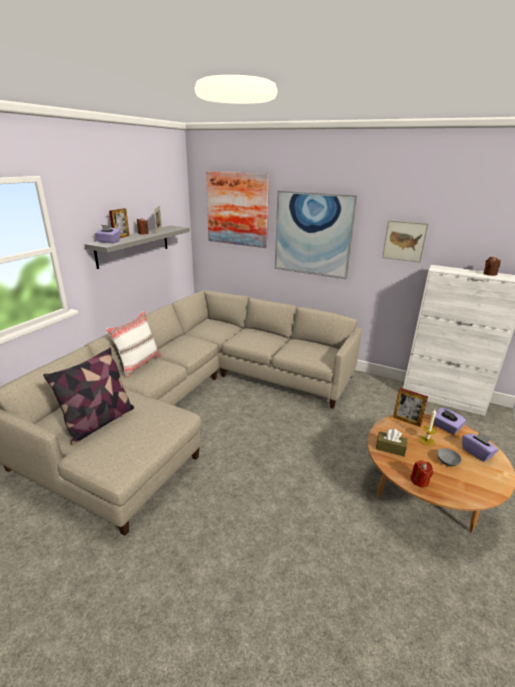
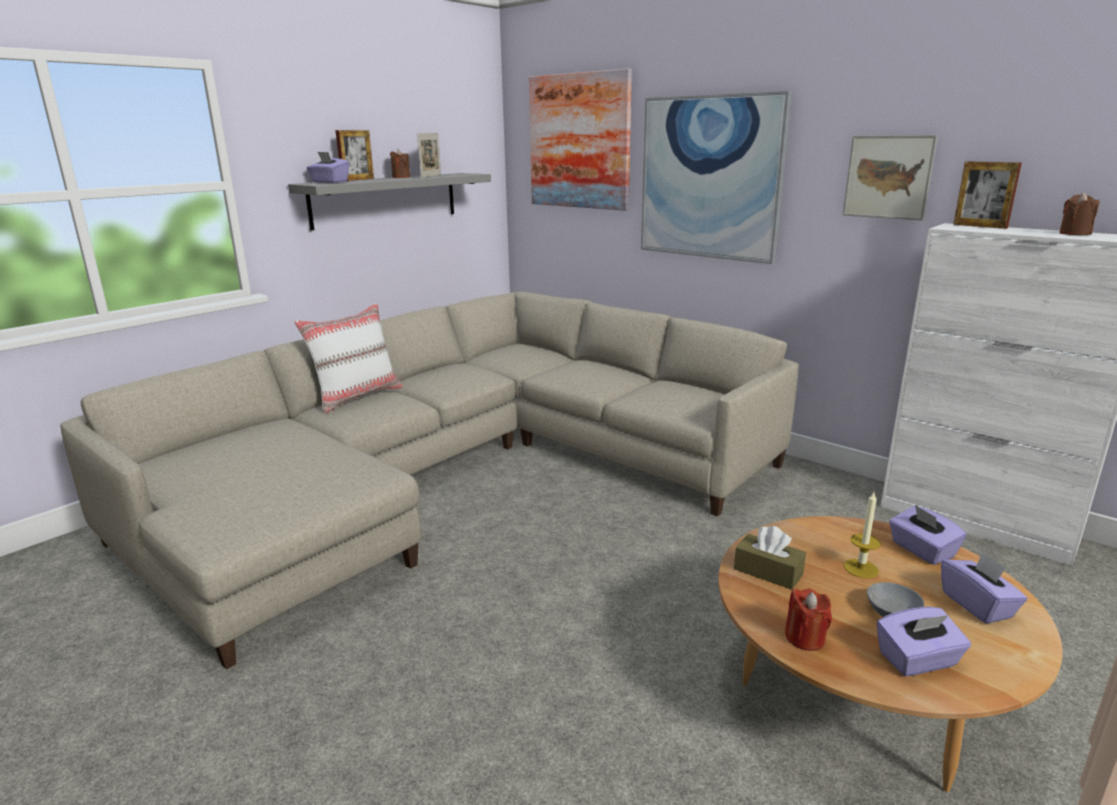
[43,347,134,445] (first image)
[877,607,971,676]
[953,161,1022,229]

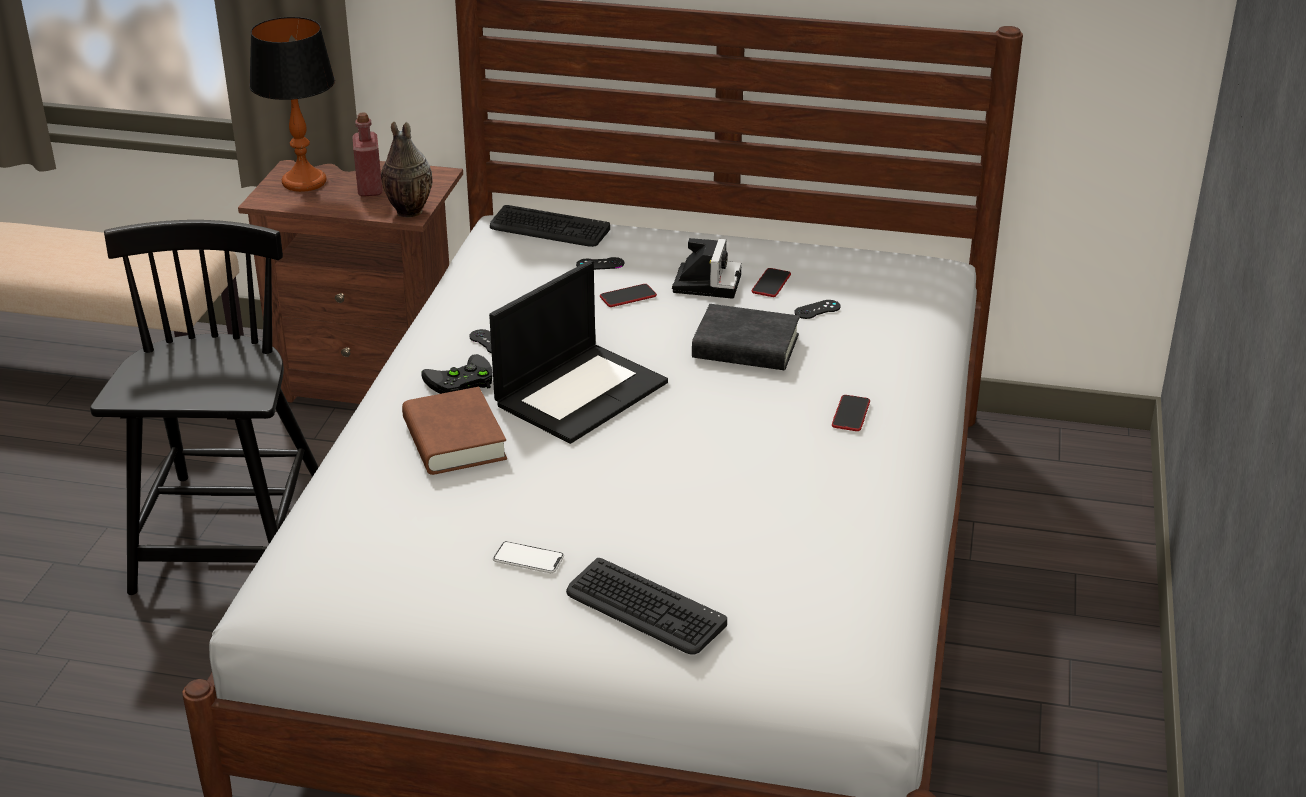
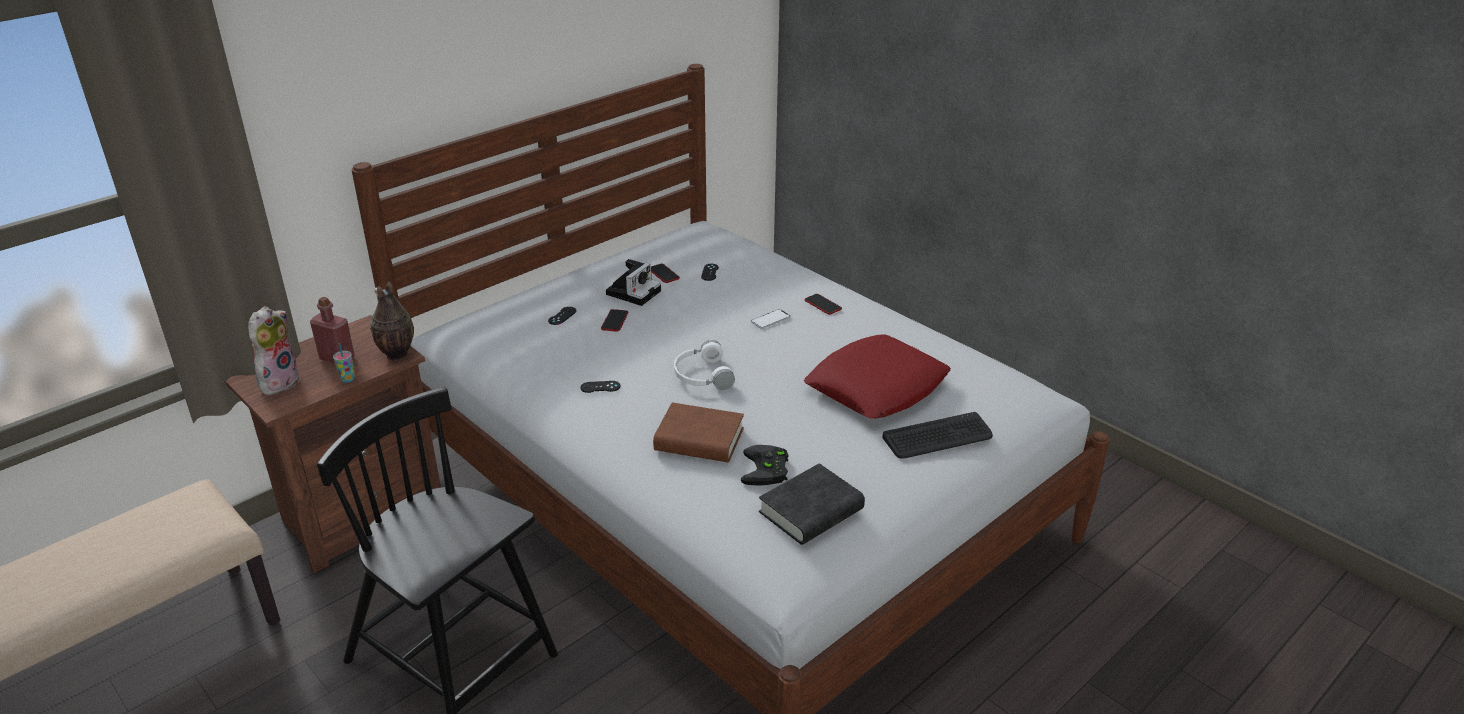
[490,205,610,247] (first image)
[333,343,355,383]
[804,334,951,419]
[741,445,789,485]
[751,309,791,329]
[759,463,865,545]
[248,306,300,397]
[674,340,735,390]
[606,259,661,306]

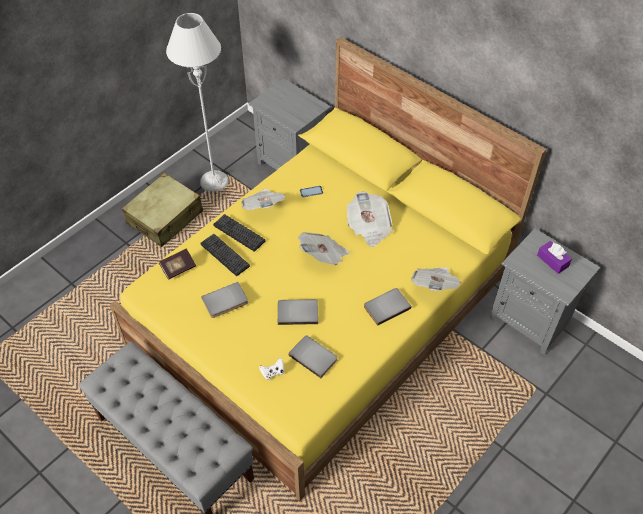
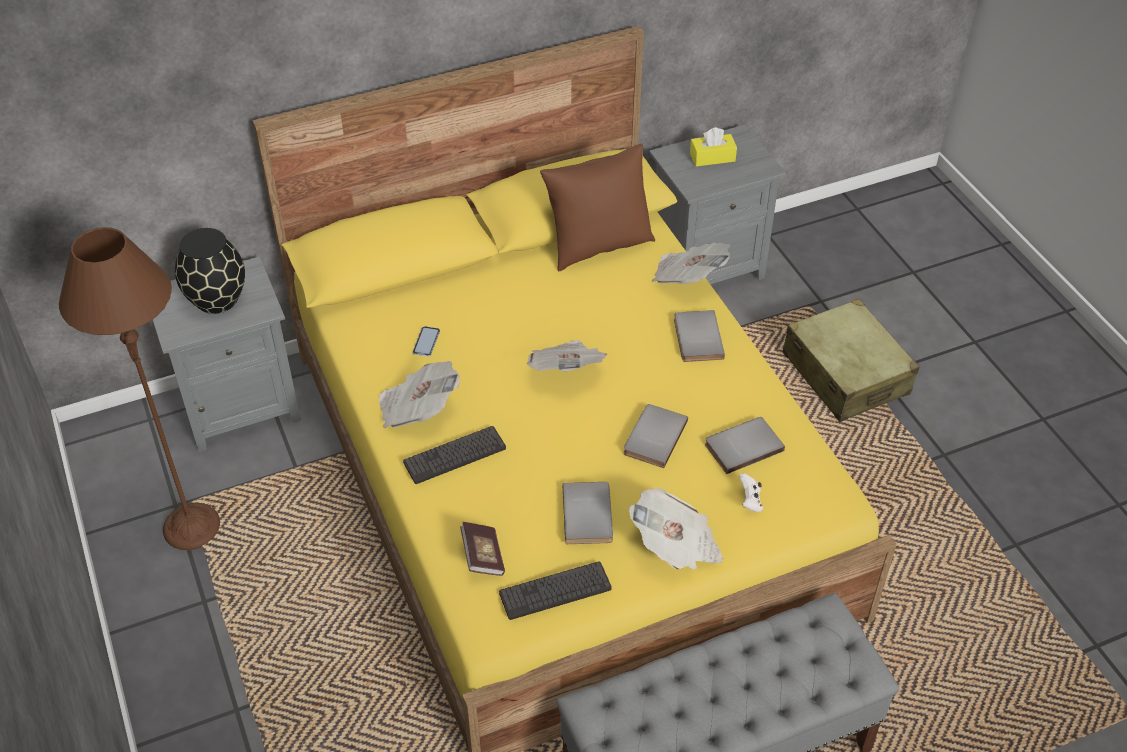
[175,228,245,314]
[540,144,655,271]
[783,299,920,422]
[499,561,612,620]
[629,488,723,570]
[59,227,220,550]
[690,127,737,167]

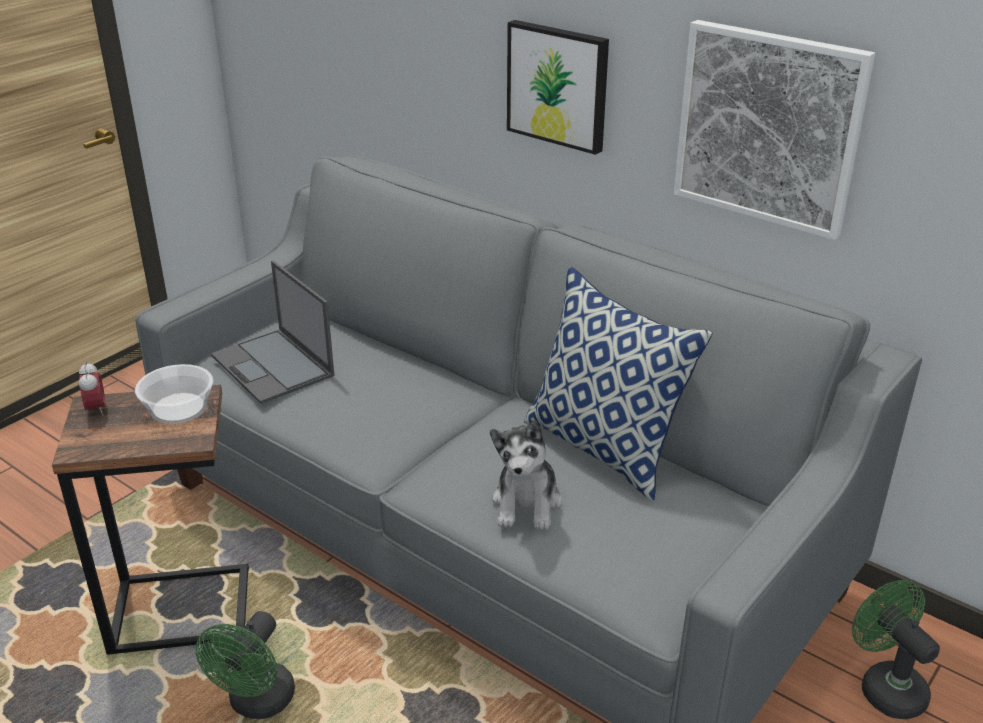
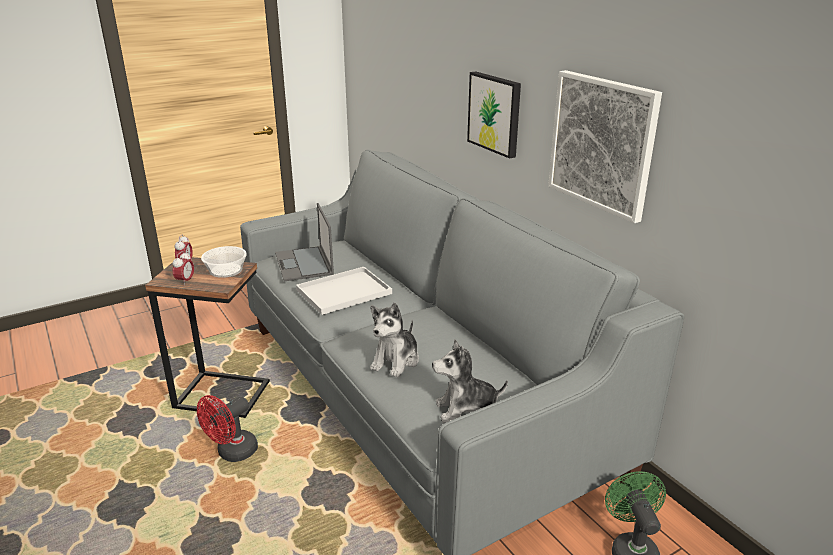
[524,267,712,501] (first image)
[173,251,194,286]
[296,267,392,315]
[432,340,508,423]
[197,395,258,462]

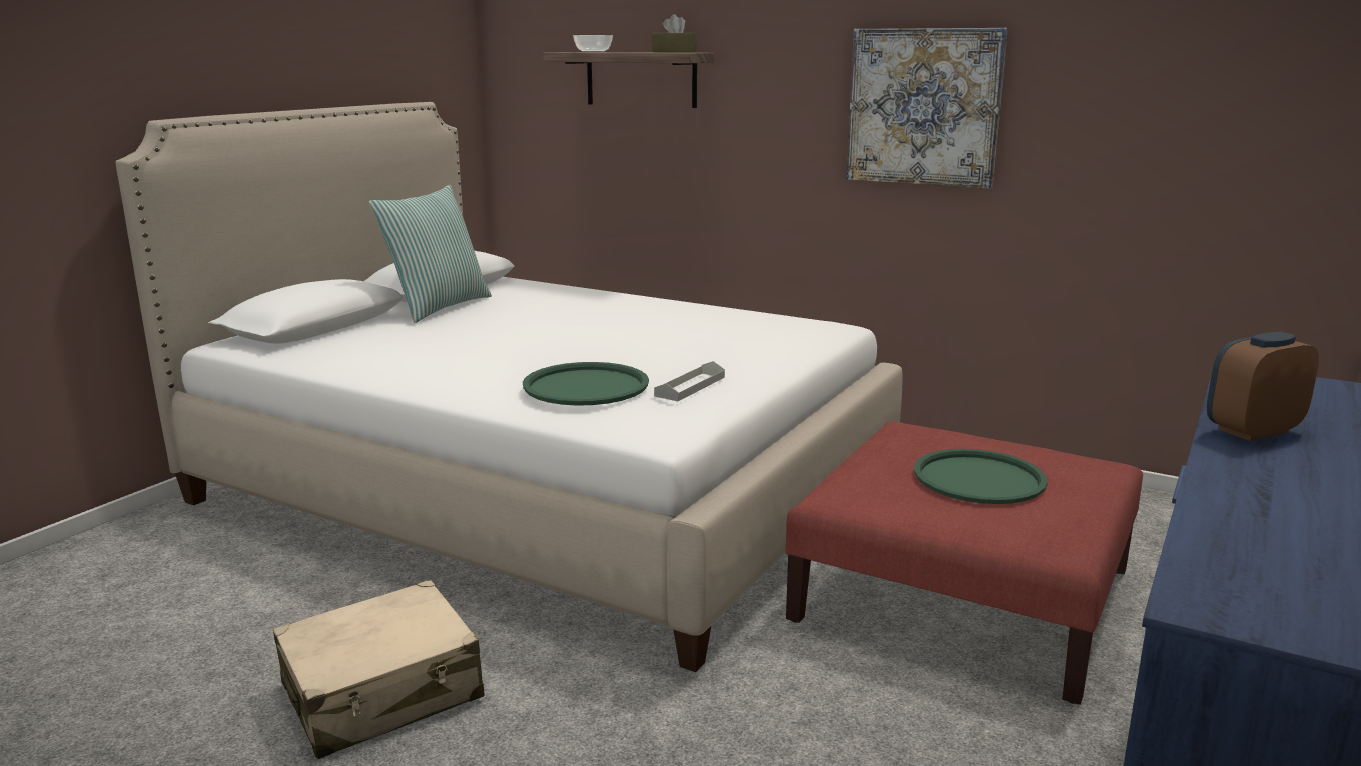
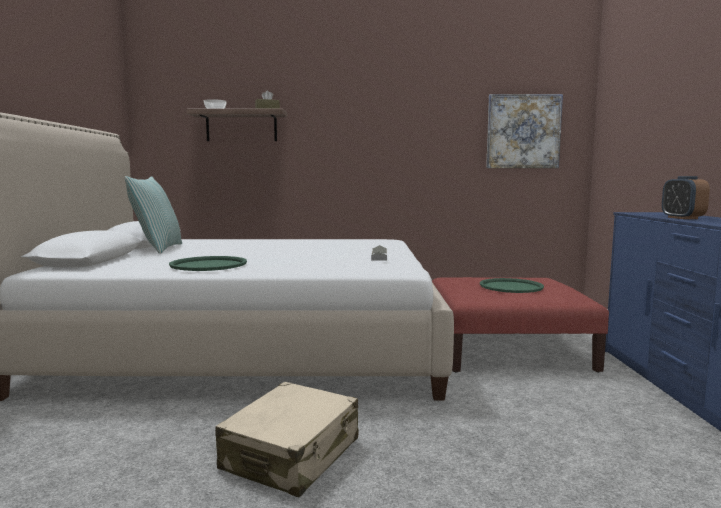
[169,256,247,271]
[486,94,563,168]
[662,176,710,219]

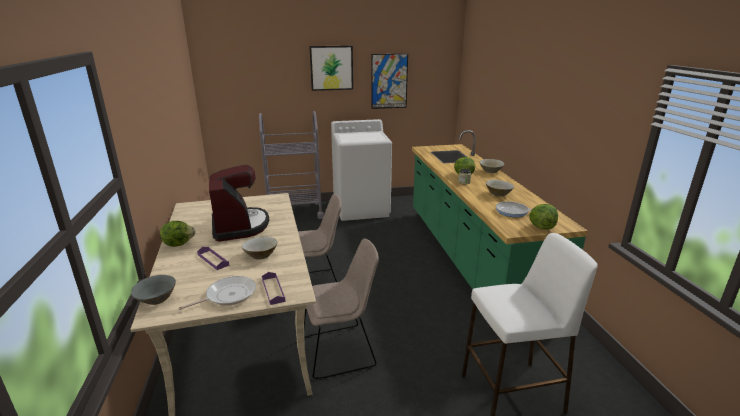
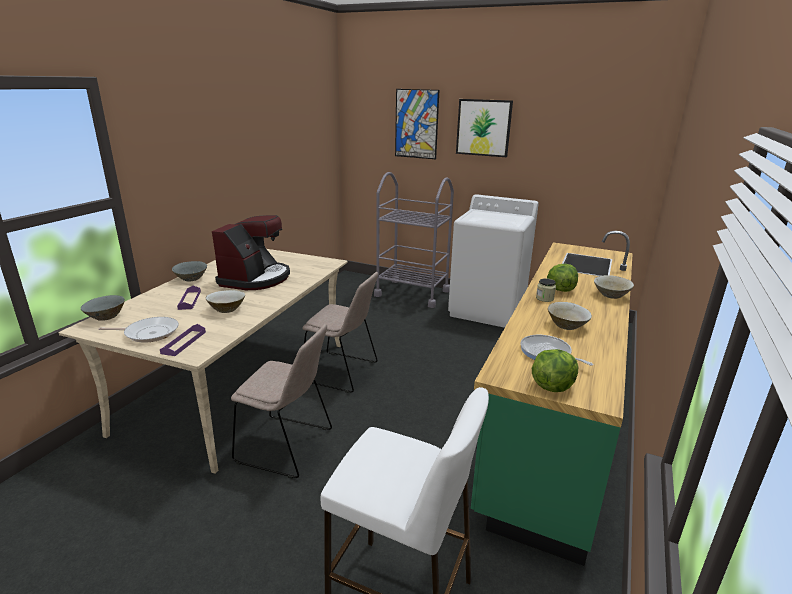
[395,89,439,159]
[172,261,207,281]

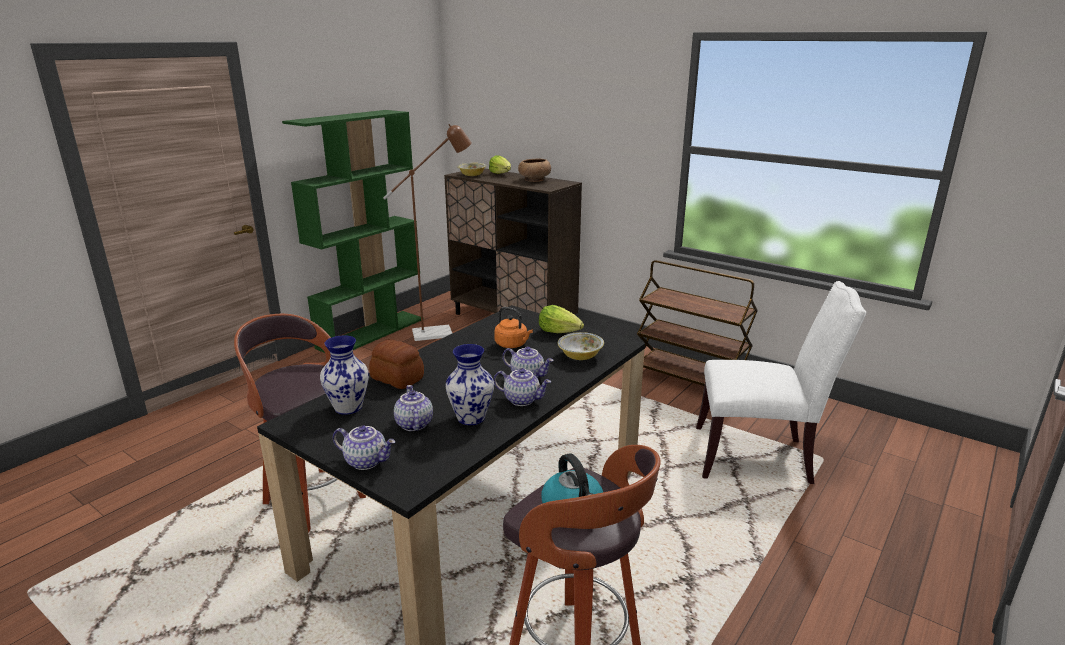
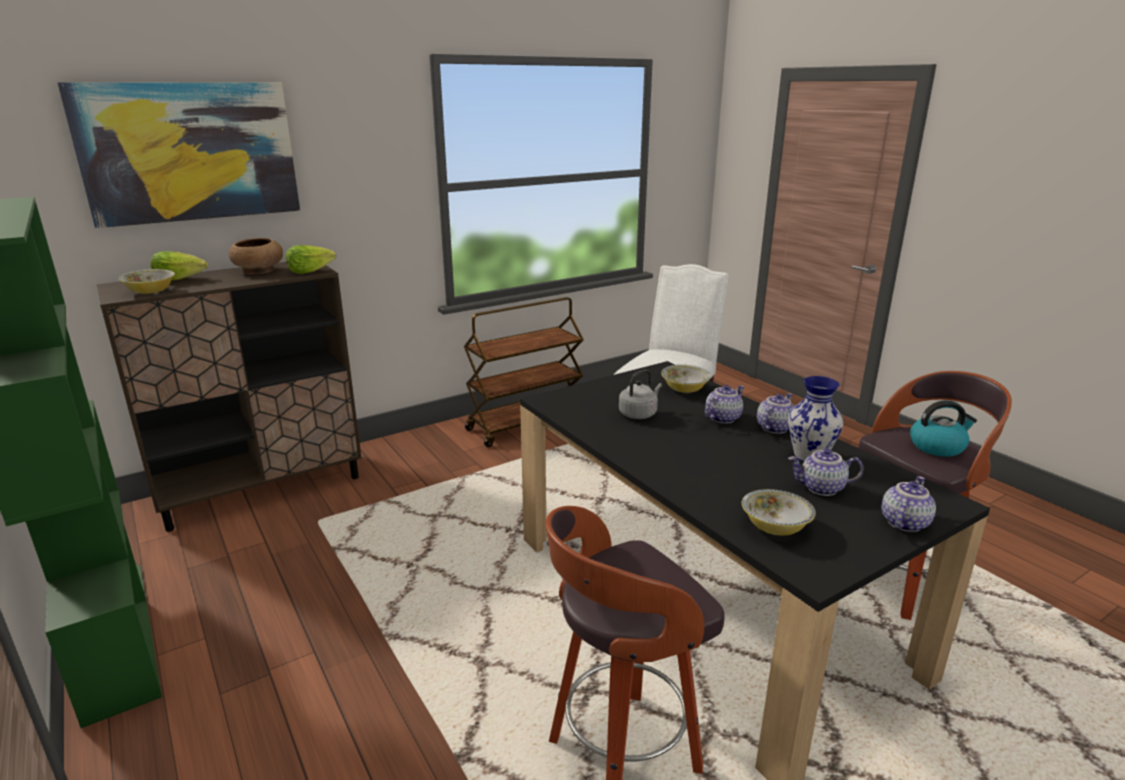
[369,339,424,389] (first image)
[383,124,472,341] (first image)
[58,82,300,228]
[286,245,336,274]
[742,489,816,535]
[619,370,662,419]

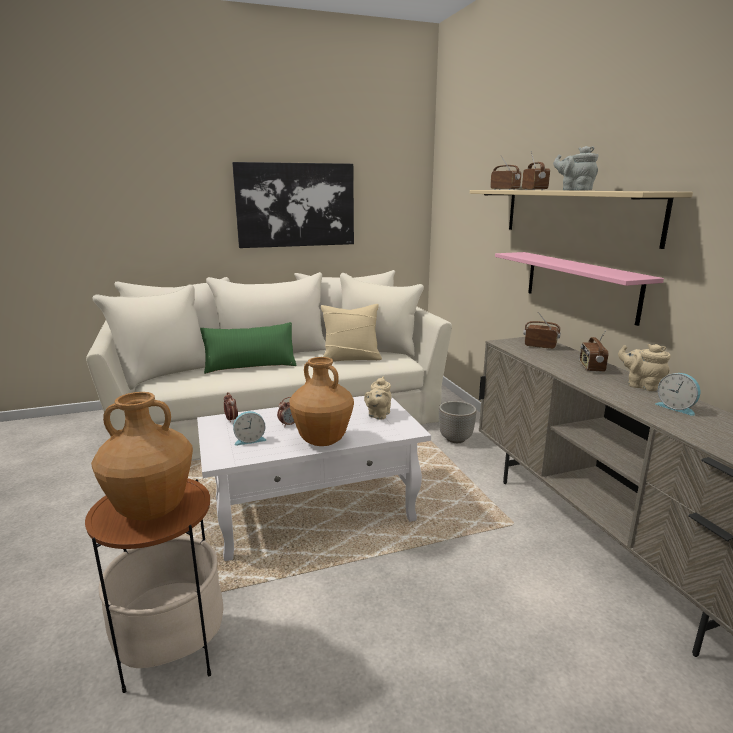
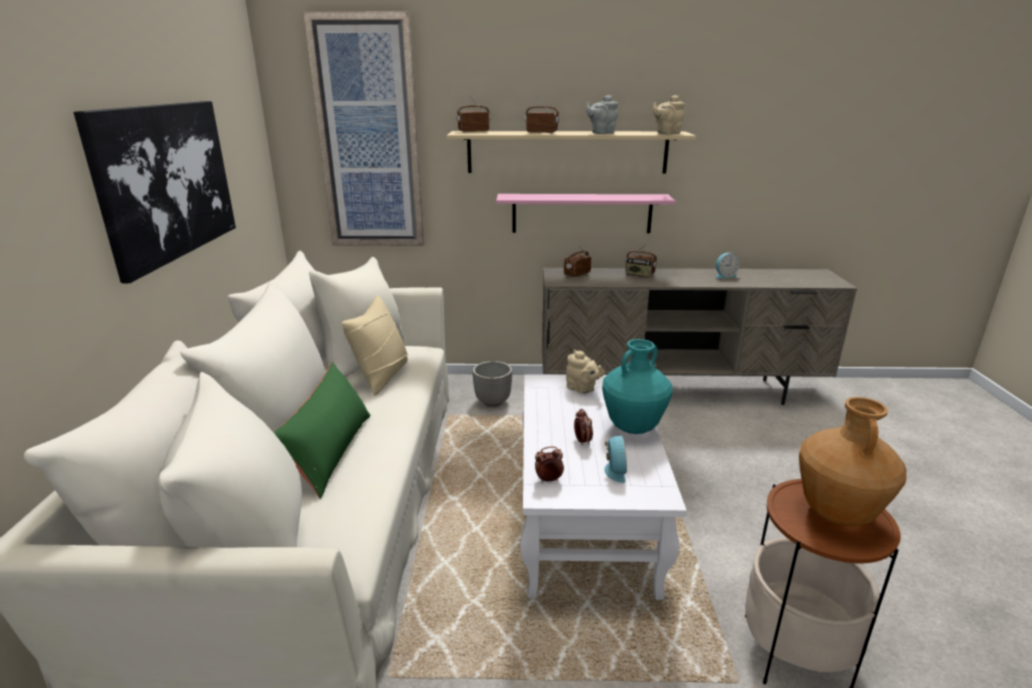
[303,12,424,246]
[653,95,685,135]
[602,339,672,434]

